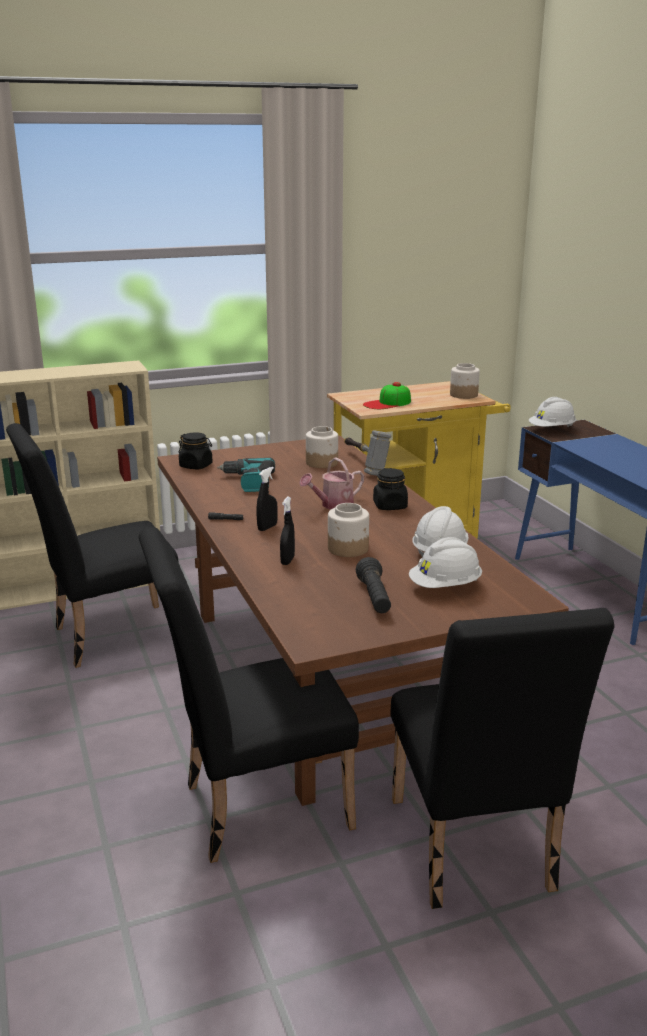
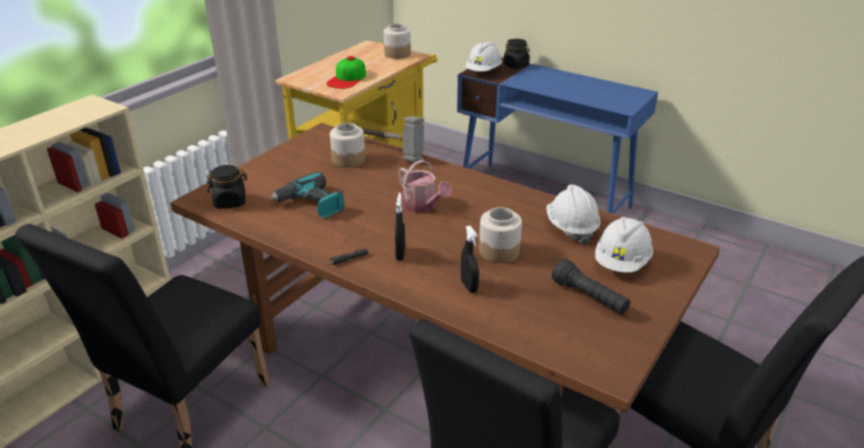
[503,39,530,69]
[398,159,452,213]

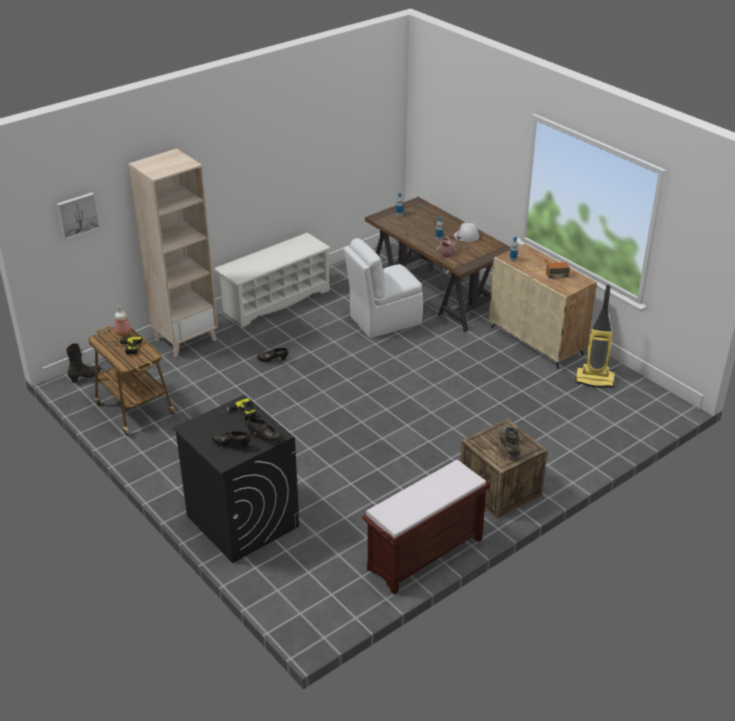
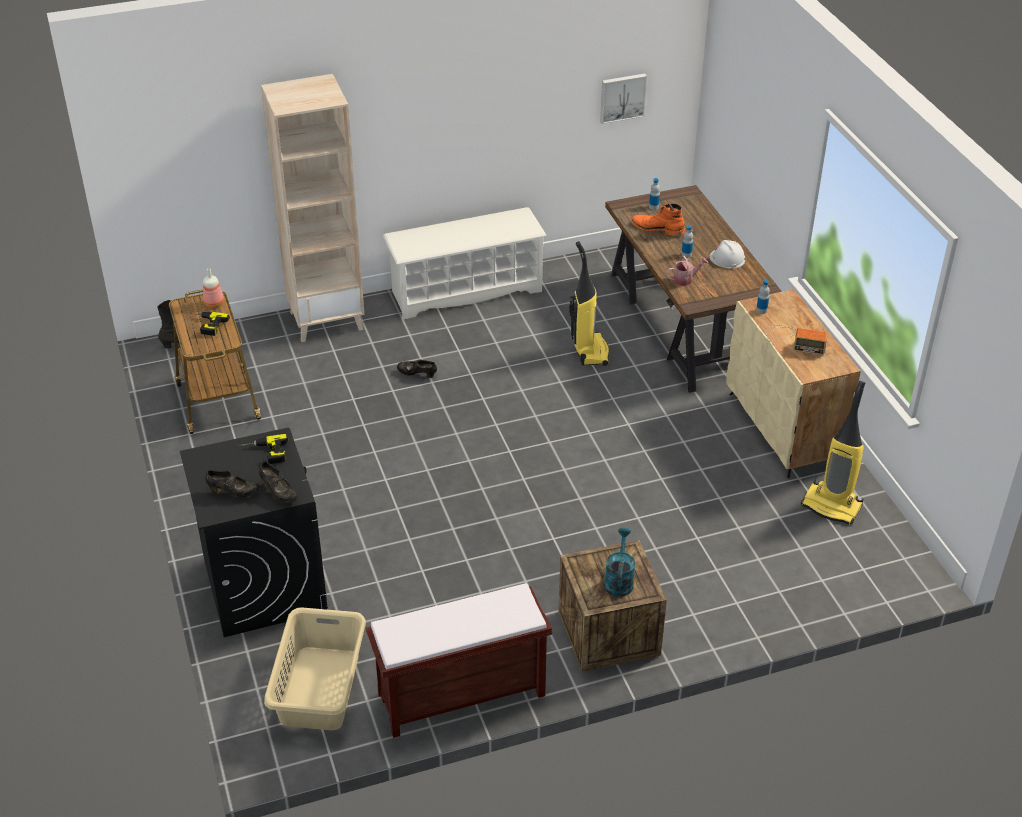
[264,607,366,730]
[631,203,685,236]
[600,74,647,124]
[569,241,609,366]
[604,528,636,597]
[206,470,260,498]

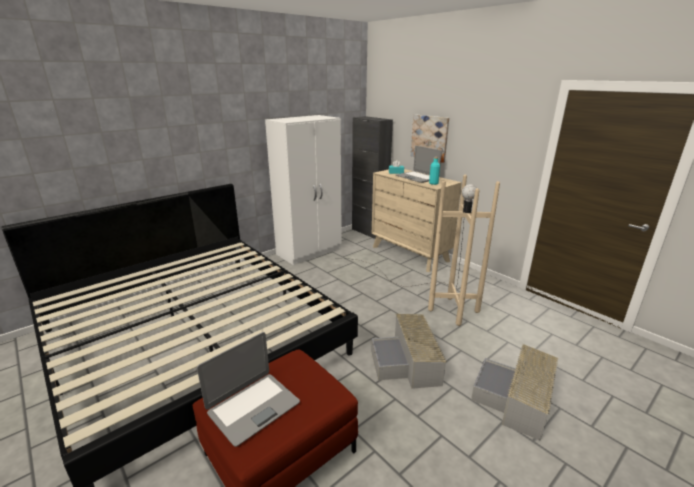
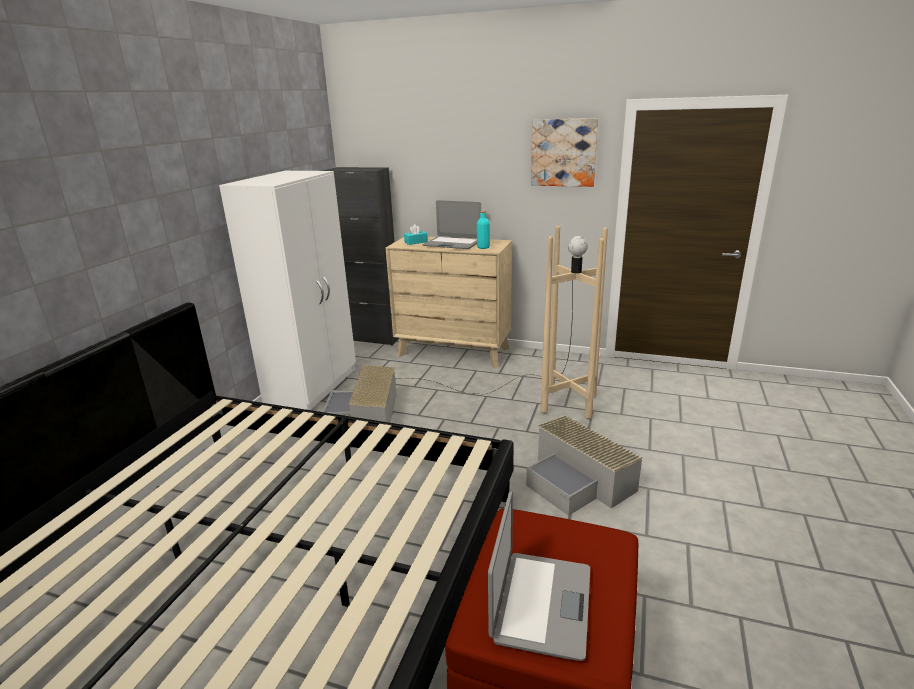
[531,118,598,187]
[322,365,396,423]

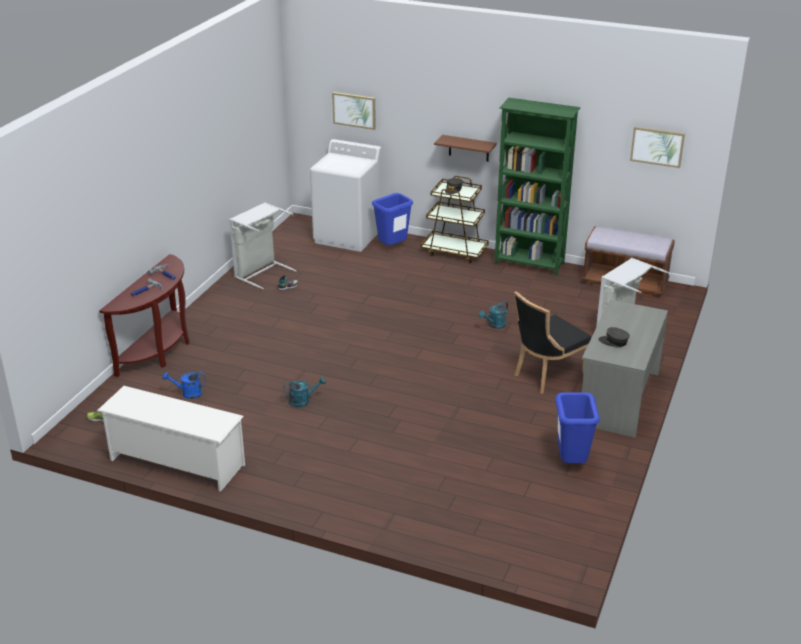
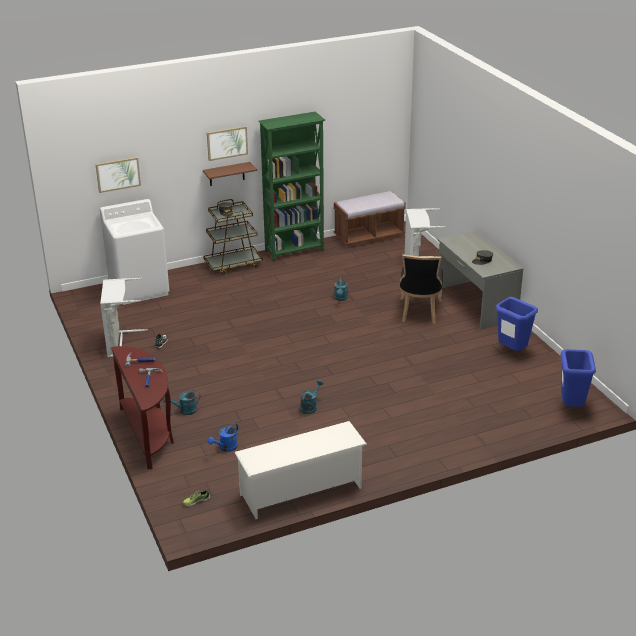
[164,389,200,415]
[560,349,596,407]
[207,126,248,161]

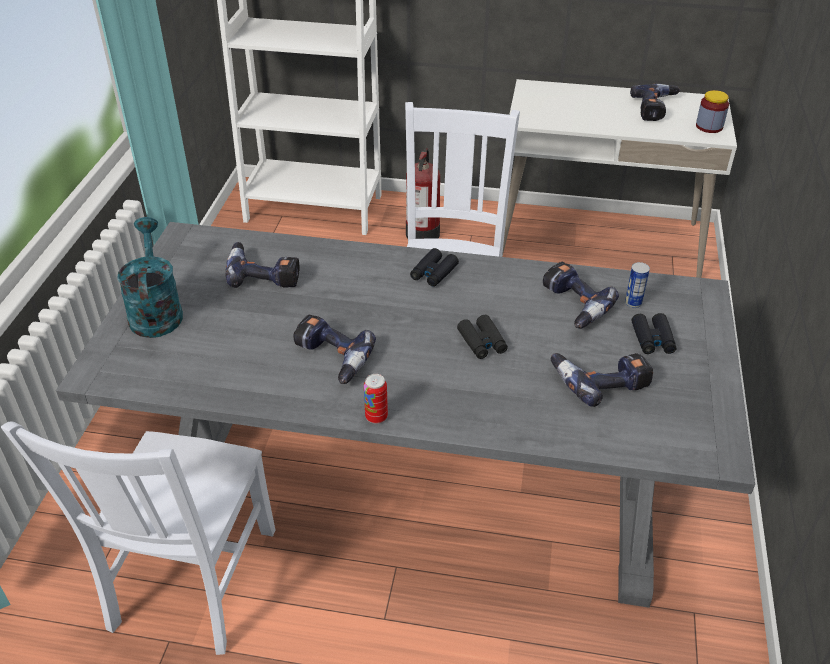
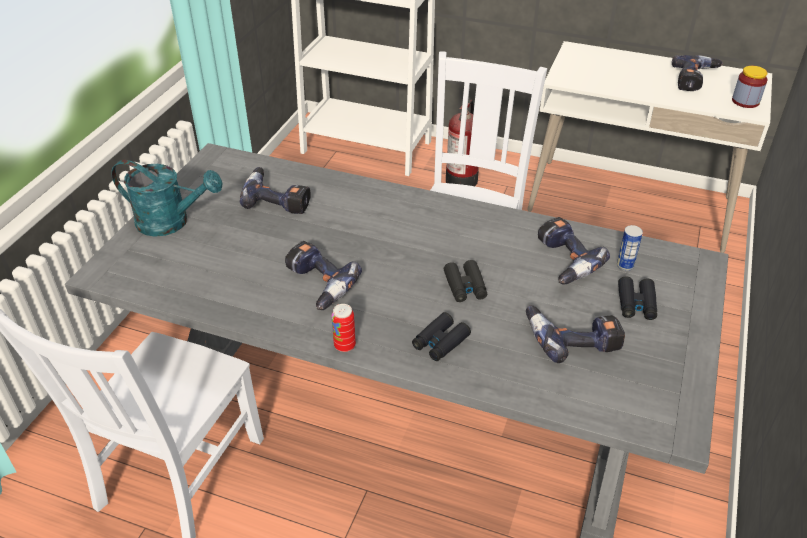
[412,312,471,361]
[111,160,222,237]

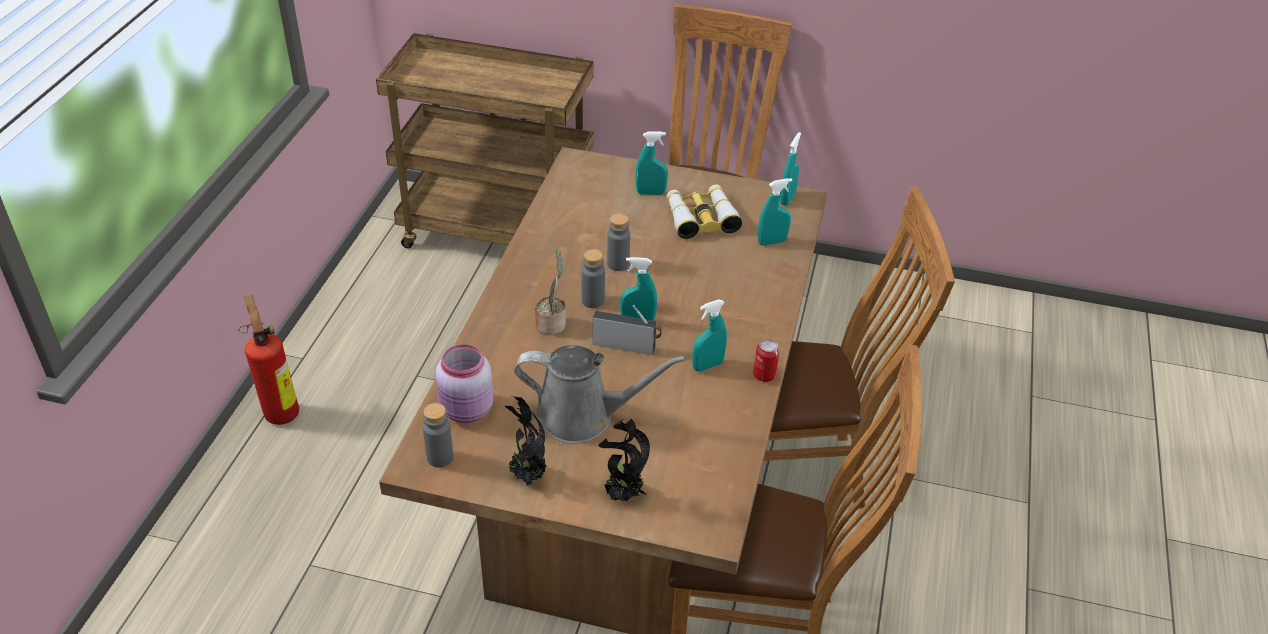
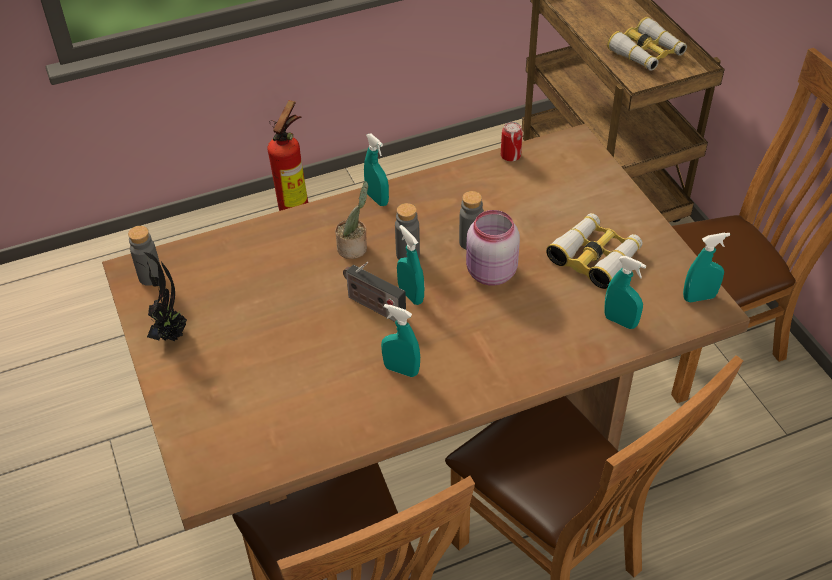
[514,345,686,444] (first image)
[598,419,650,503] (first image)
[607,17,687,71]
[466,210,520,286]
[364,133,389,206]
[501,122,523,161]
[343,262,406,322]

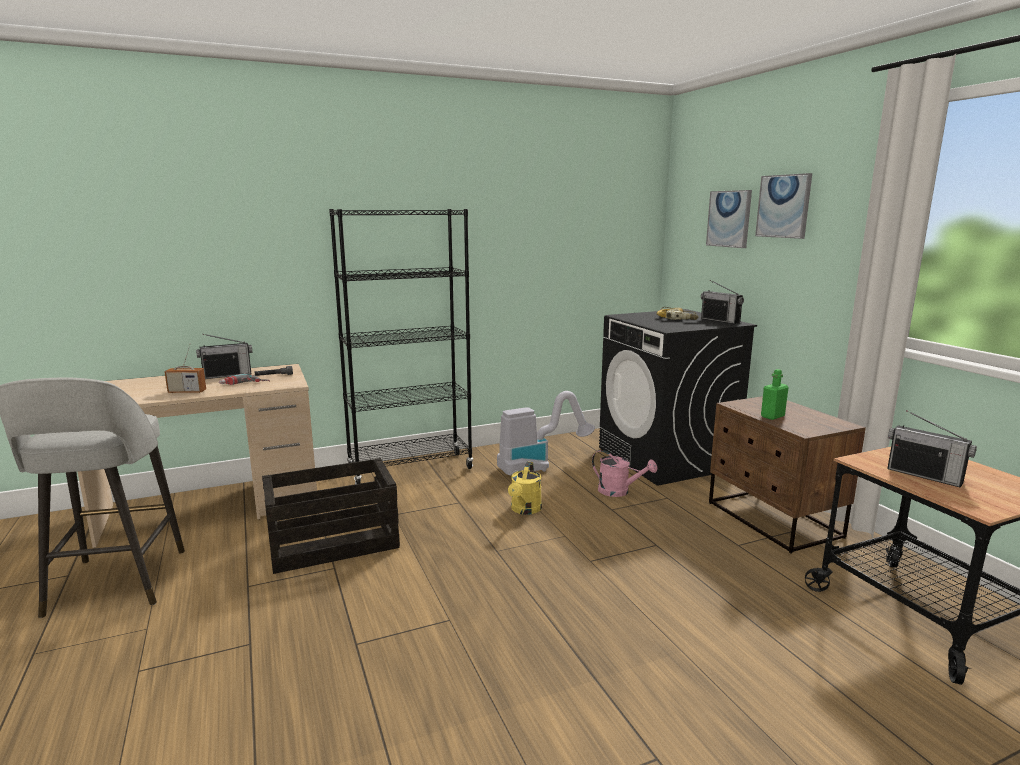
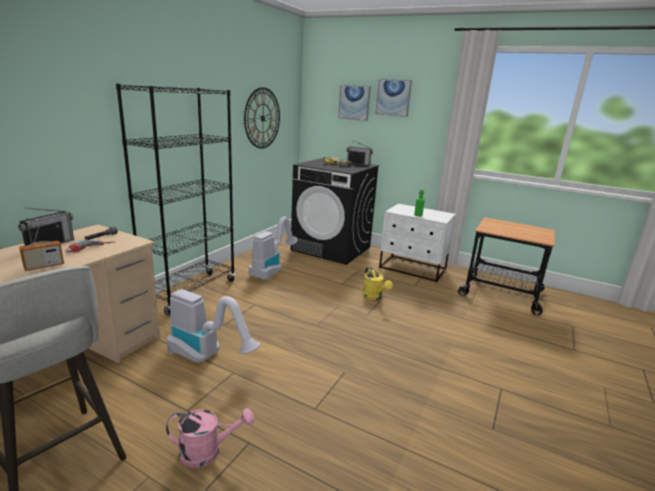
[887,410,977,487] (first image)
[244,87,280,149]
[363,266,393,300]
[166,408,254,468]
[167,289,260,364]
[379,204,456,283]

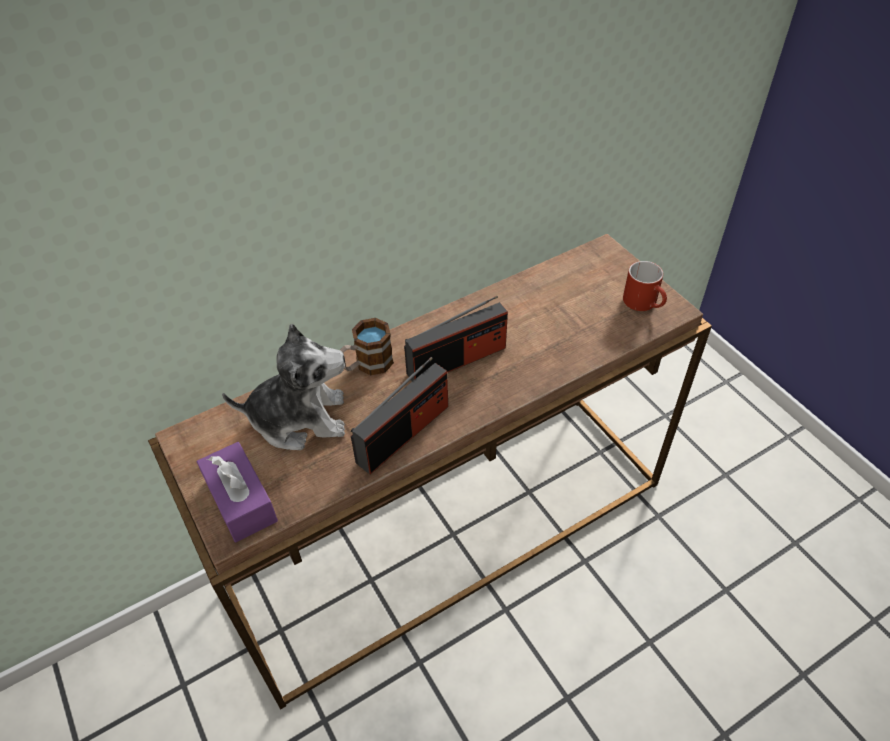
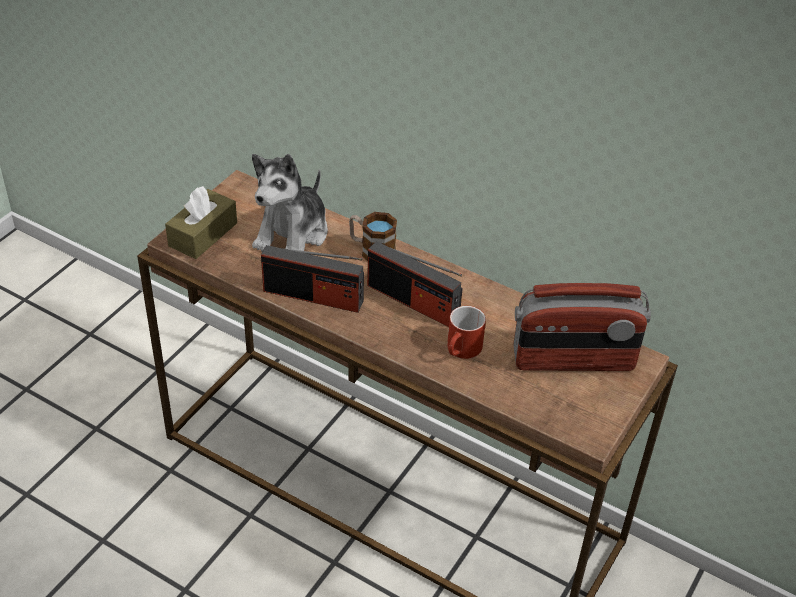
[514,283,651,371]
[447,306,486,359]
[165,186,237,259]
[252,154,328,252]

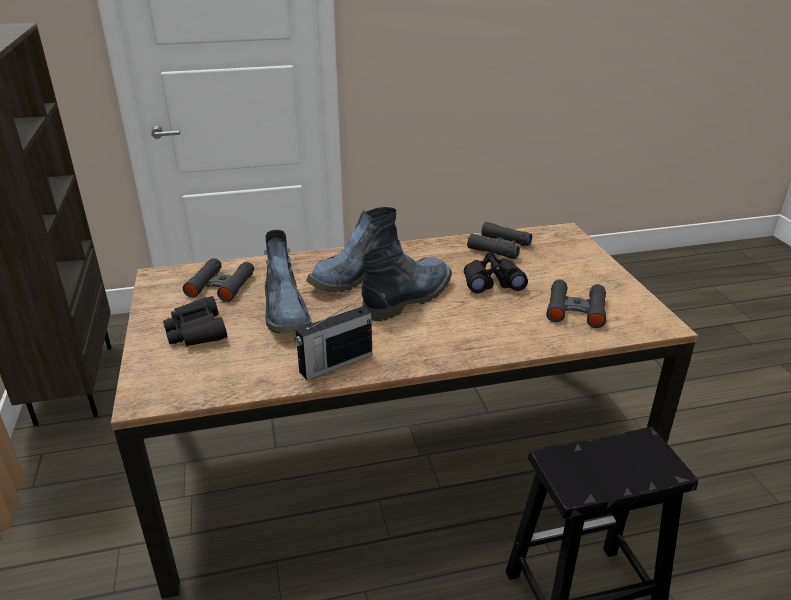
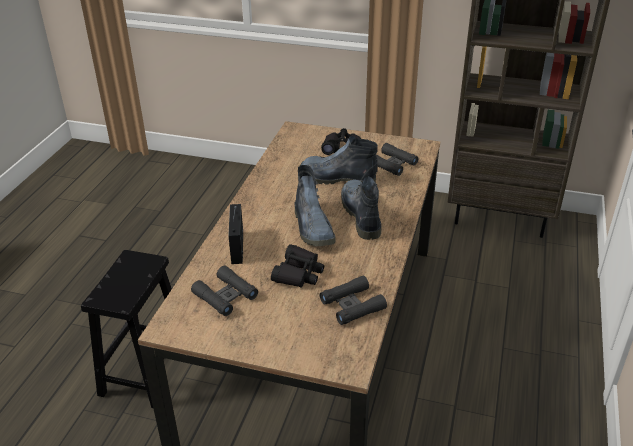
[228,204,243,264]

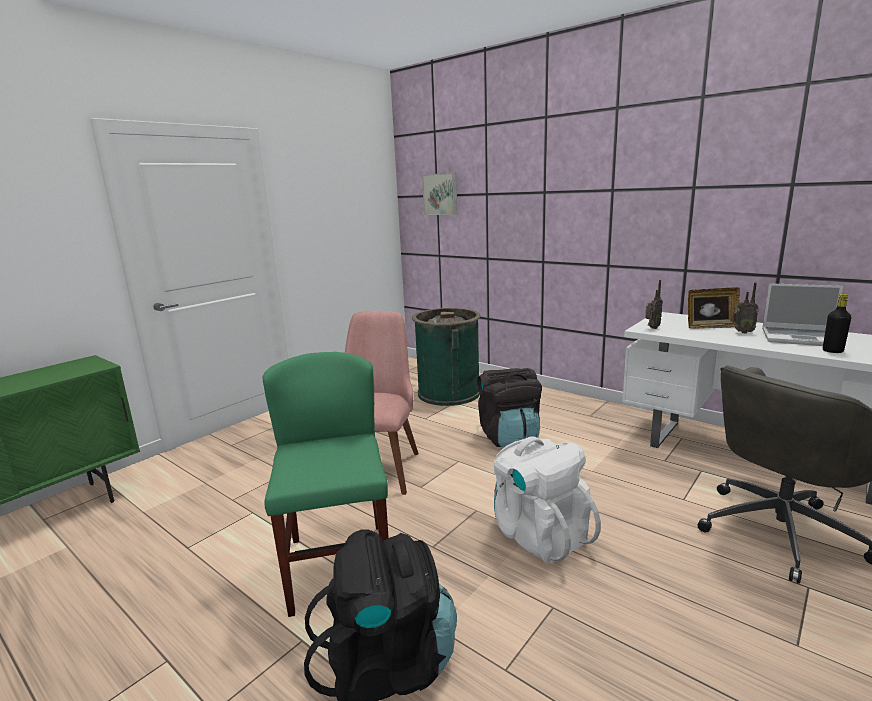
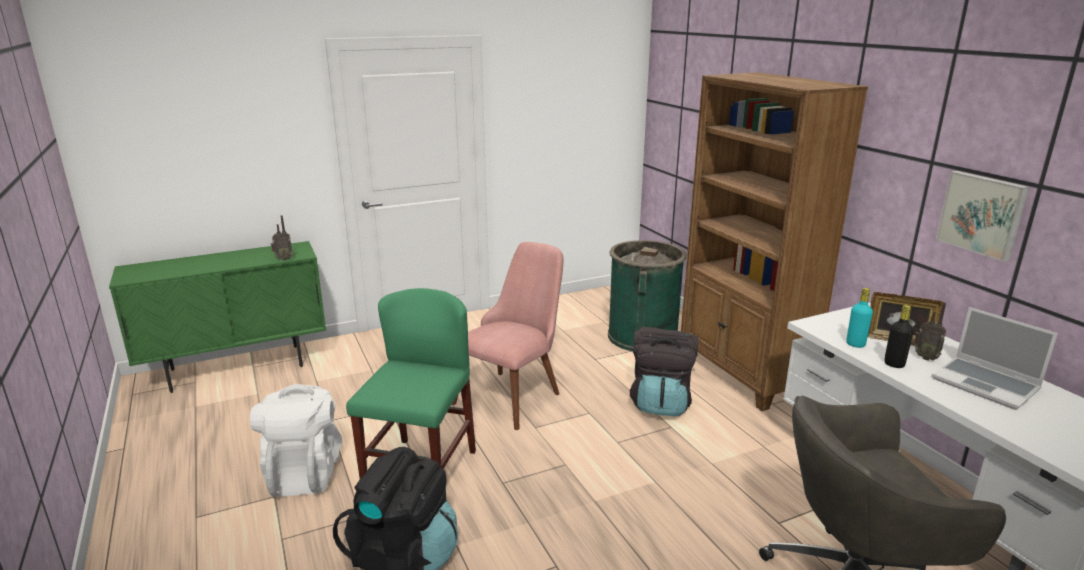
[681,72,868,411]
[846,288,873,348]
[936,171,1029,262]
[250,384,342,497]
[271,215,293,261]
[884,305,914,368]

